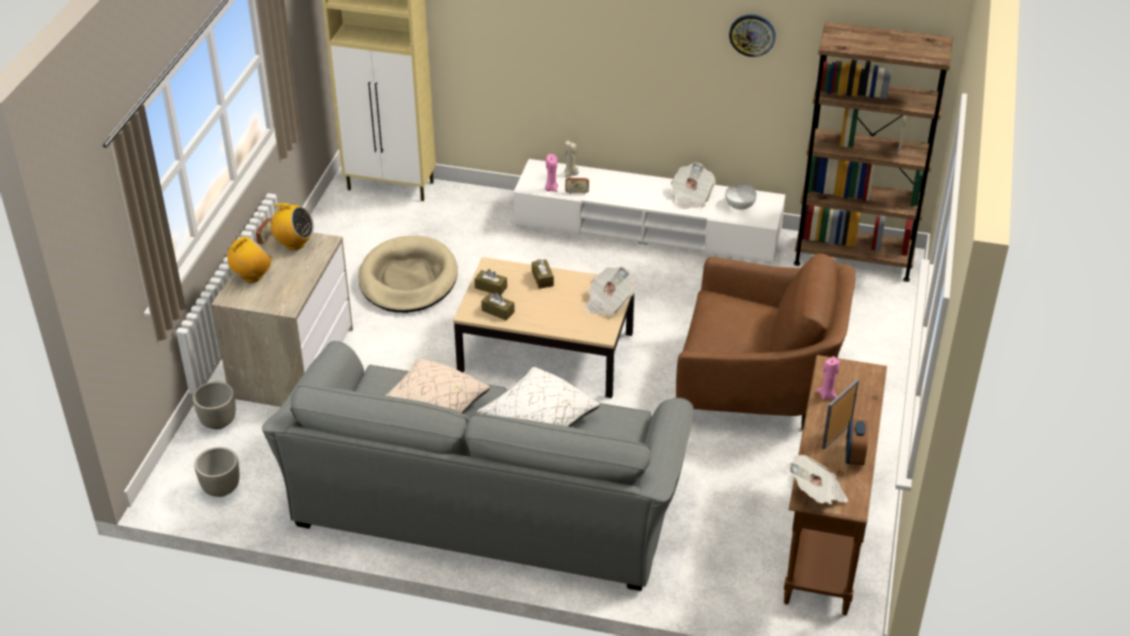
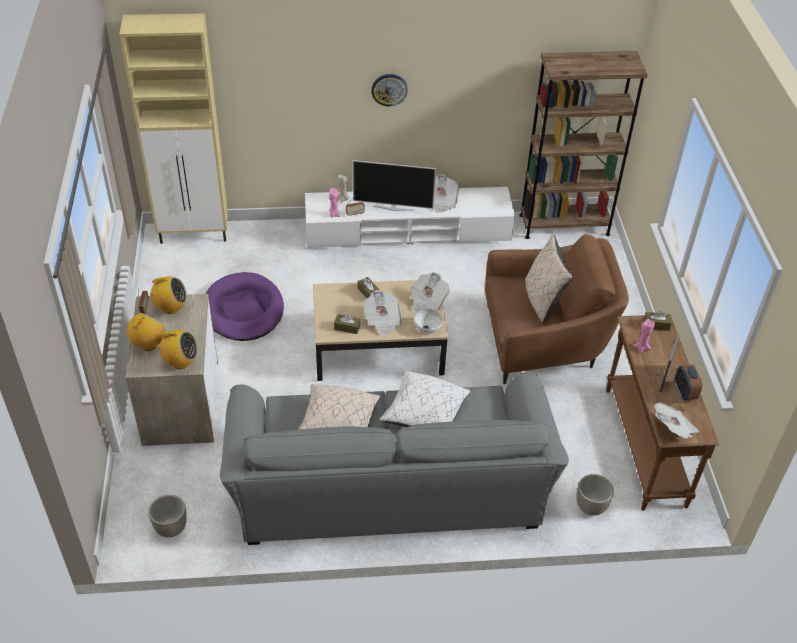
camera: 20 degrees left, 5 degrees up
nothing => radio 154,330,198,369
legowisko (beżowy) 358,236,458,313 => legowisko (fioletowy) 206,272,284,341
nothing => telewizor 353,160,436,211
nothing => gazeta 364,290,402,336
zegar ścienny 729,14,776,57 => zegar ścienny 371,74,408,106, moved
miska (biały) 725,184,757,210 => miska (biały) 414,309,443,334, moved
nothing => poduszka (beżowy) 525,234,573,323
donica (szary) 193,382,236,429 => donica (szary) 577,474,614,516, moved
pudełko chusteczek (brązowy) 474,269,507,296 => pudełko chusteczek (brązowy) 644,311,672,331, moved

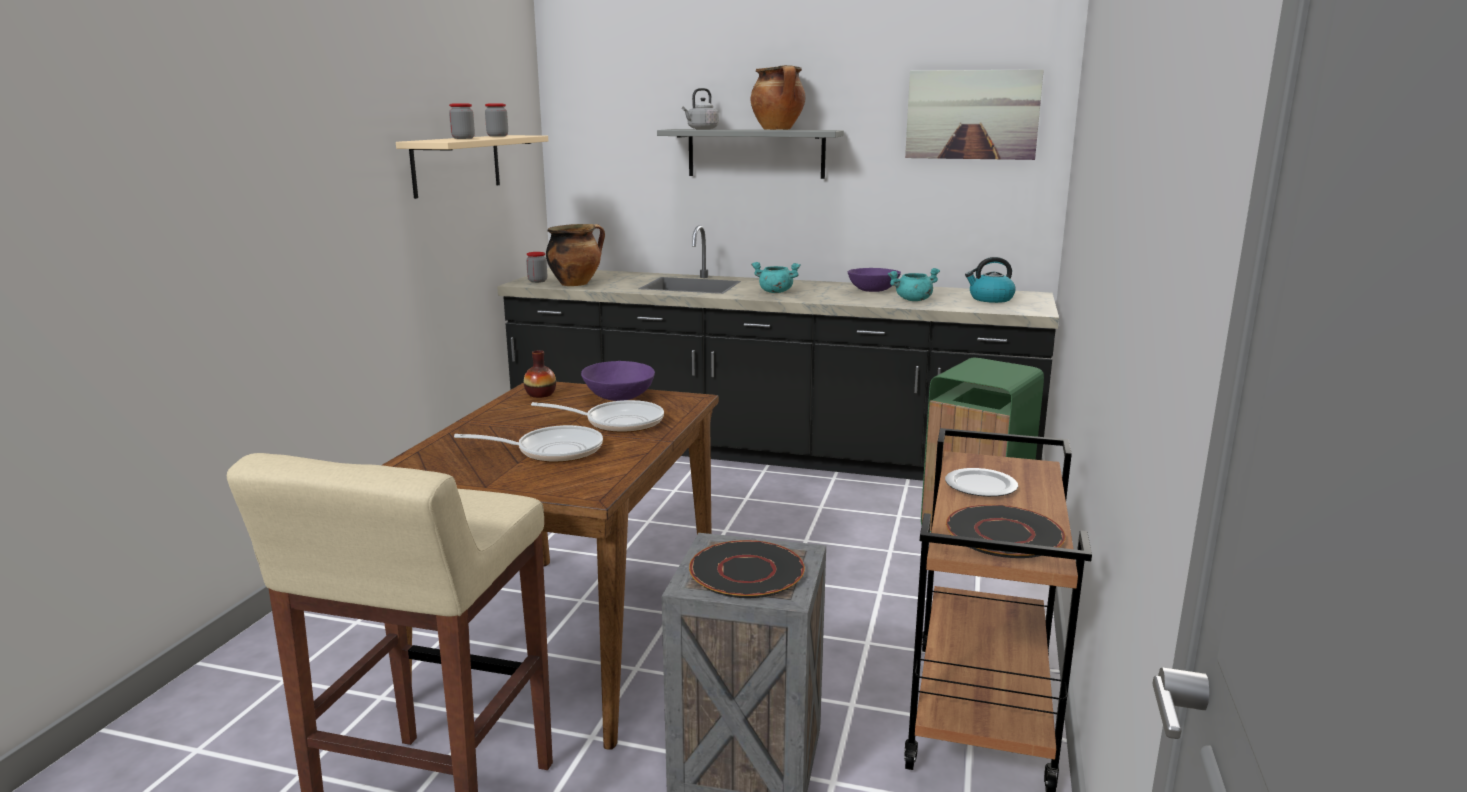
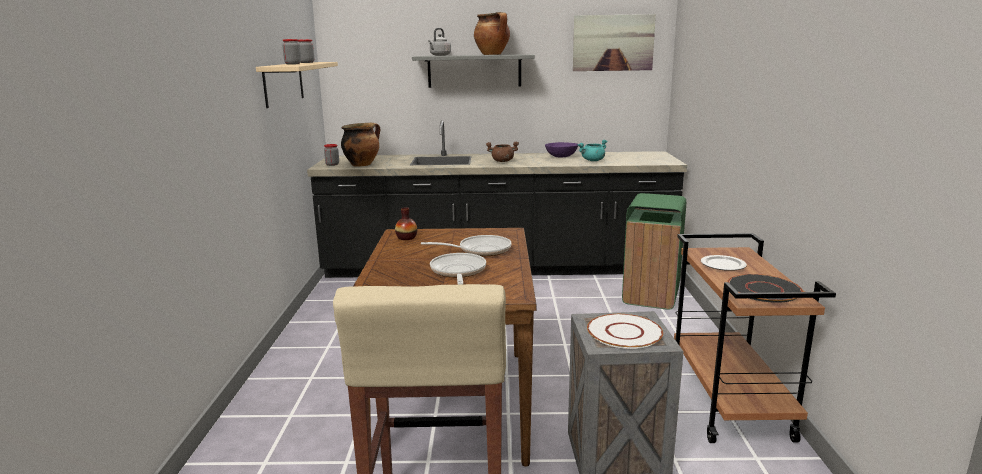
camera: 15 degrees left, 0 degrees up
patelnia 454,425,603,462 => patelnia 430,253,486,285, 75 degrees counterclockwise
garnek (turkusowy) 751,262,800,293 => garnek (brązowy) 486,141,519,162
talerz (czarny) 689,540,805,598 => talerz (biały) 587,314,663,349
miska (fioletowy) 581,361,655,401 => nothing
czajnik 965,257,1016,303 => nothing

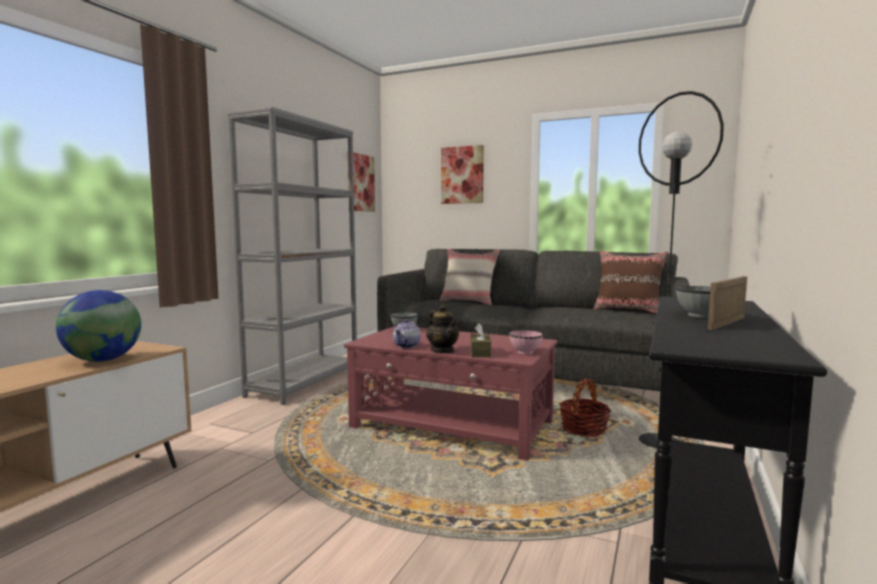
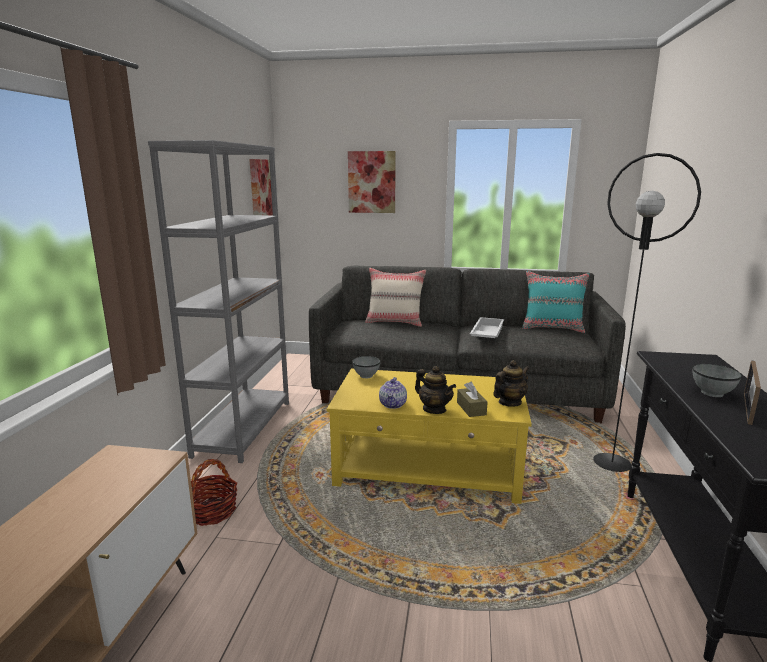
camera: 15 degrees left, 10 degrees up
koszyk 559,378,611,437 => koszyk 191,459,237,526, moved
ława (czerwony) 344,326,558,461 => ława (żółty) 327,368,532,504
nothing => taca (biały) 470,317,504,338
miska (różowy) 509,330,543,354 => imbryk 493,360,529,407
poduszka (brązowy) 594,250,668,314 => poduszka (turkusowy) 522,271,590,333
globus 56,290,141,362 => nothing

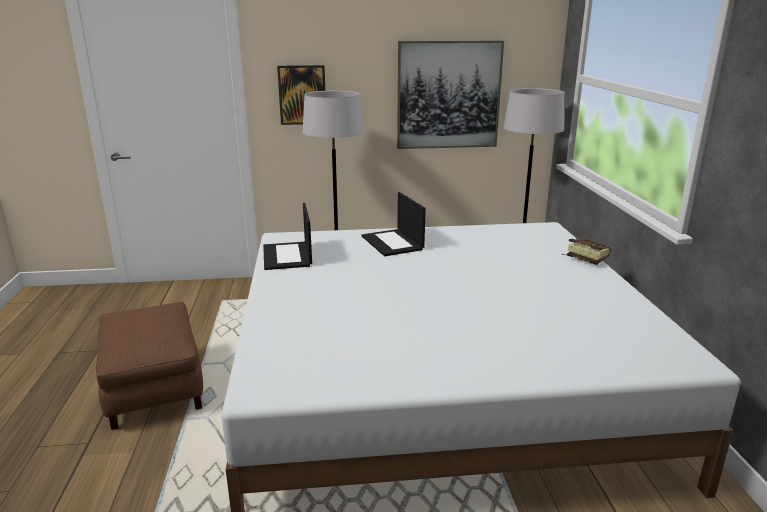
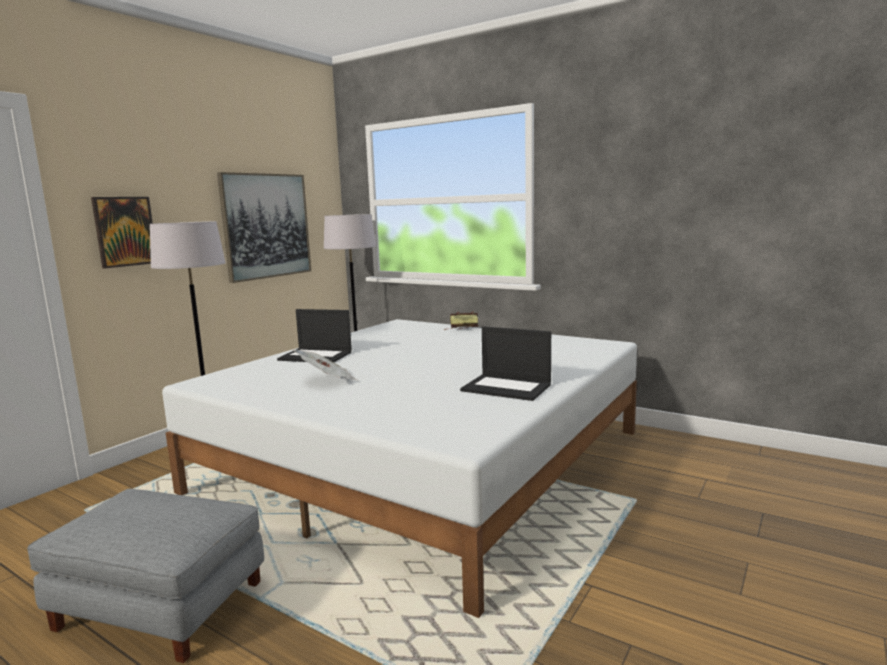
camera: 50 degrees left, 10 degrees down
pufa (brązowy) 96,302,203,430 => pufa (szary) 27,488,264,663
nothing => gazeta 293,350,357,380
laptop 263,203,312,270 => laptop 460,326,551,401, moved

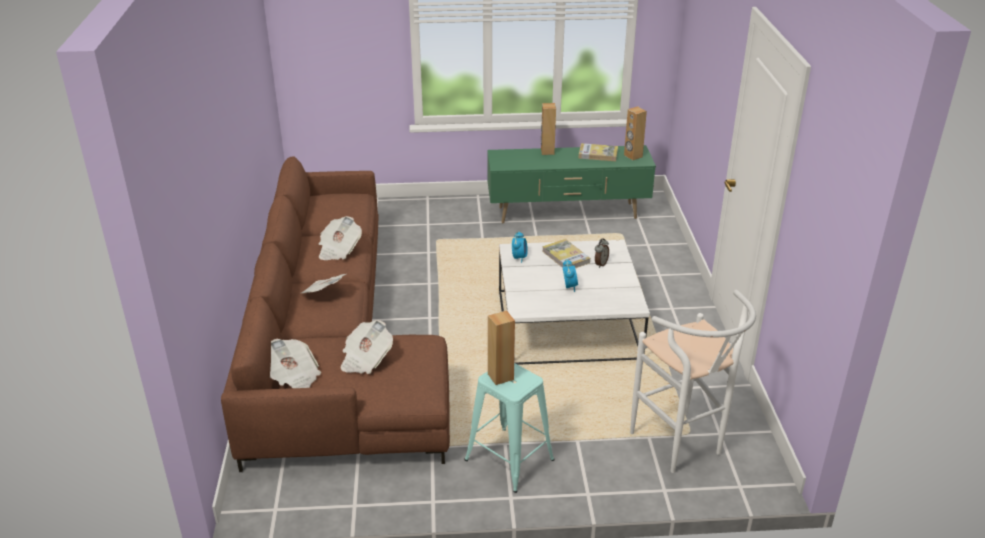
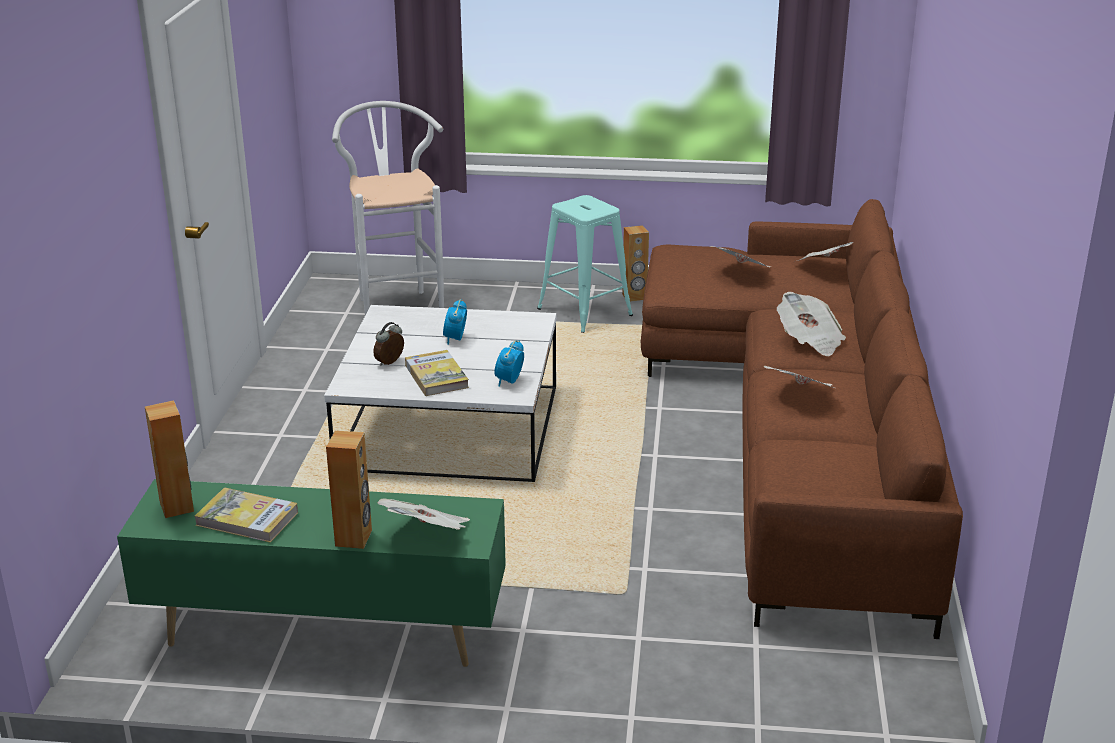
camera: 170 degrees left, 5 degrees down
nothing => gazeta 378,498,470,530
głośnik (brązowy) 488,310,515,385 => głośnik (brązowy) 622,225,649,302, moved

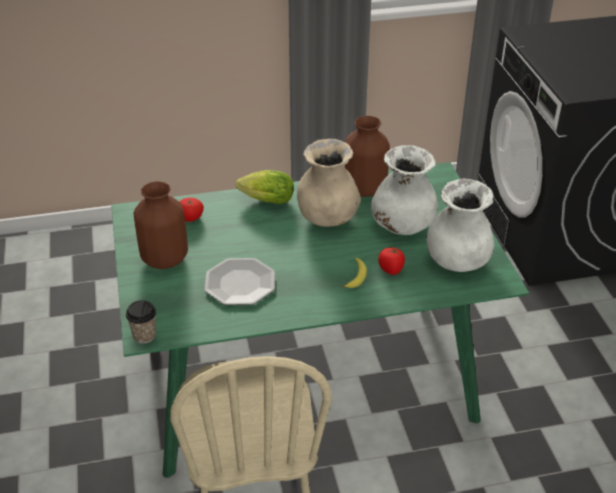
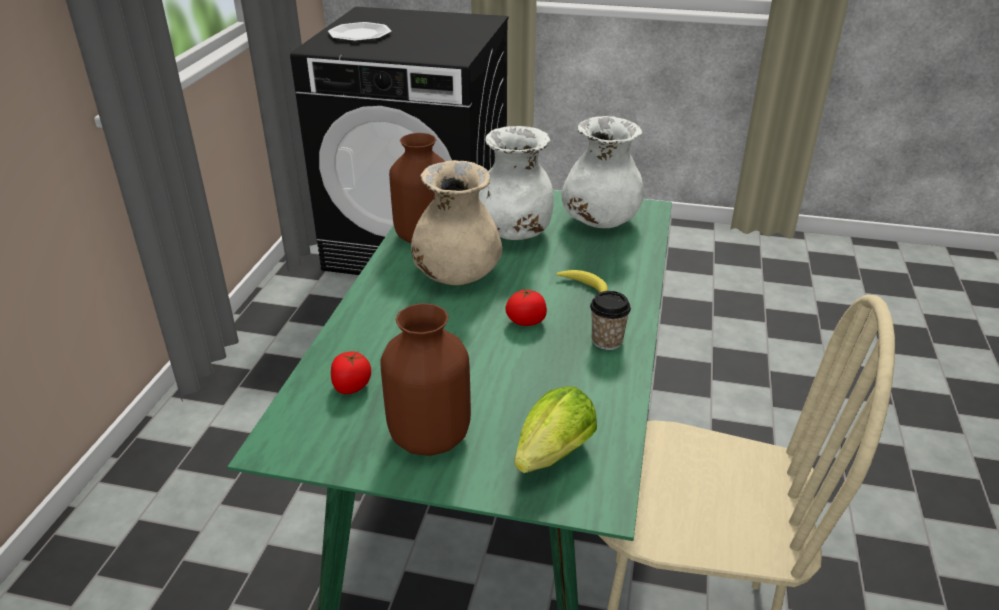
camera: 65 degrees left, 5 degrees down
talerz 204,258,275,305 => talerz 328,22,392,41, moved
pomidor 378,247,405,275 => pomidor 505,287,547,326, moved
sałata 236,170,294,204 => sałata 514,387,597,473, moved
filiżanka 126,300,156,344 => filiżanka 590,291,631,350, moved

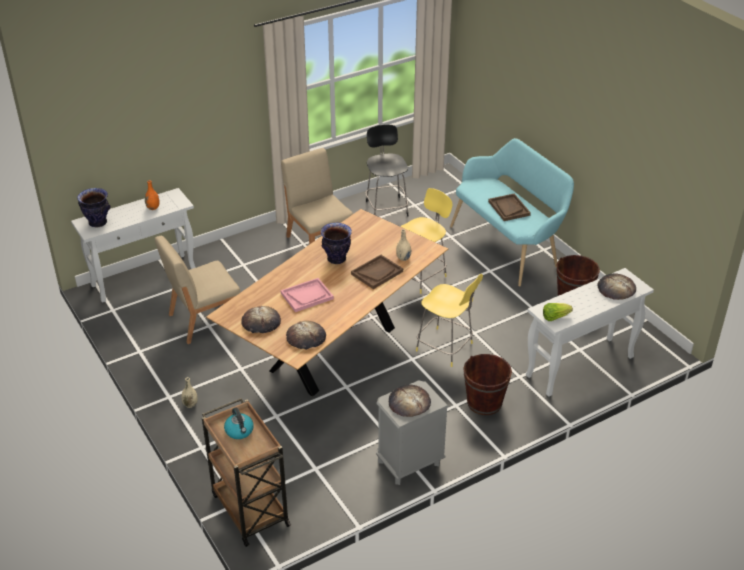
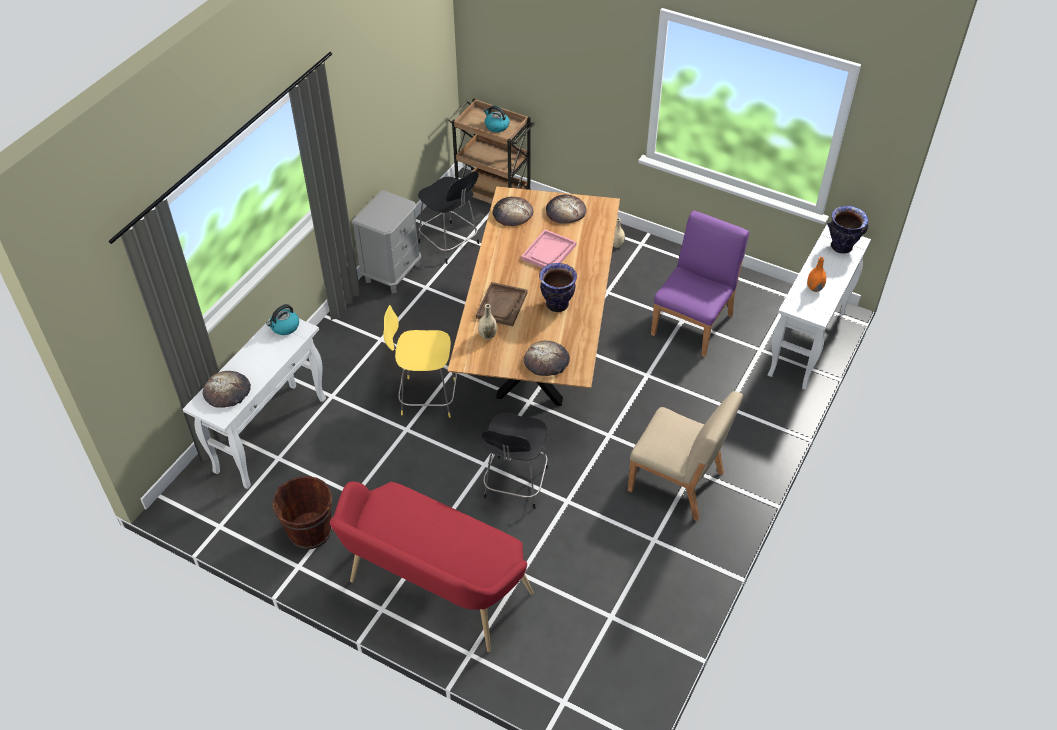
camera: 150 degrees right, 10 degrees up
sałata 543,303,573,321 => czajnik 266,304,299,335
ławka (turkusowy) 450,138,574,287 => ławka (czerwony) 330,481,533,652
krzesło (czarny) 365,124,408,216 => krzesło (czarny) 418,171,479,264, moved
stołek (żółty) 400,188,453,294 => stołek (czarny) 482,413,548,509
chleb 389,385,431,417 => chleb 524,341,570,376, moved
krzesło (beżowy) 155,236,241,344 => krzesło (fioletowy) 651,210,749,357
wiadro (brązowy) 463,354,512,415 => nothing
taca (brązowy) 488,194,531,221 => nothing

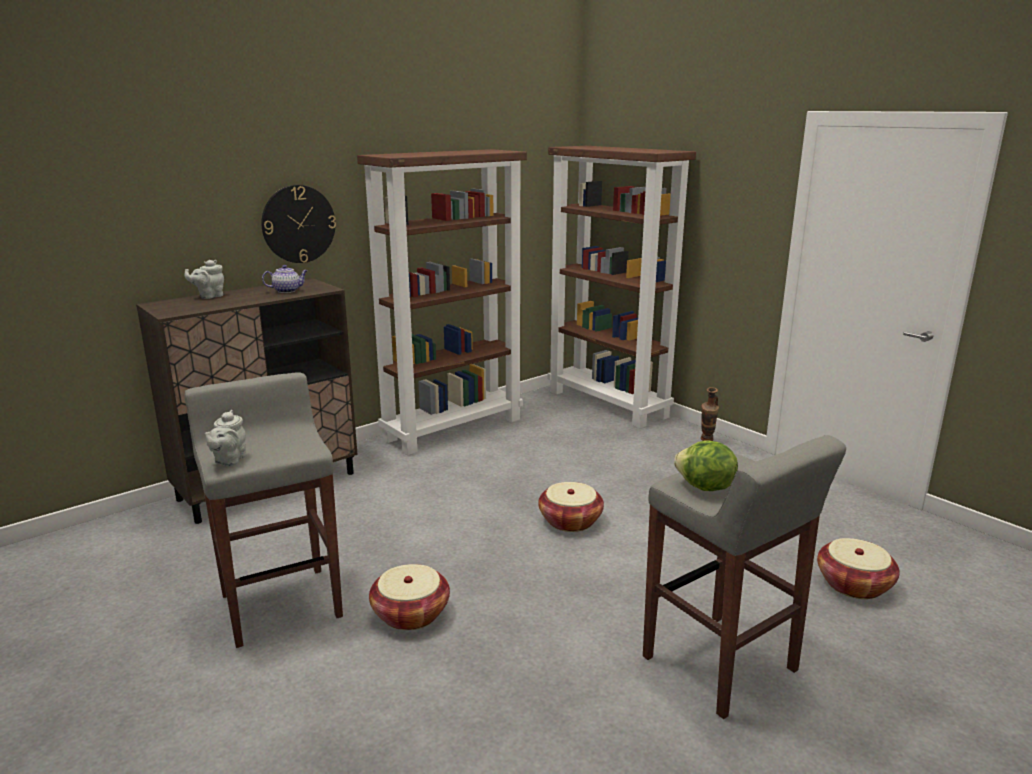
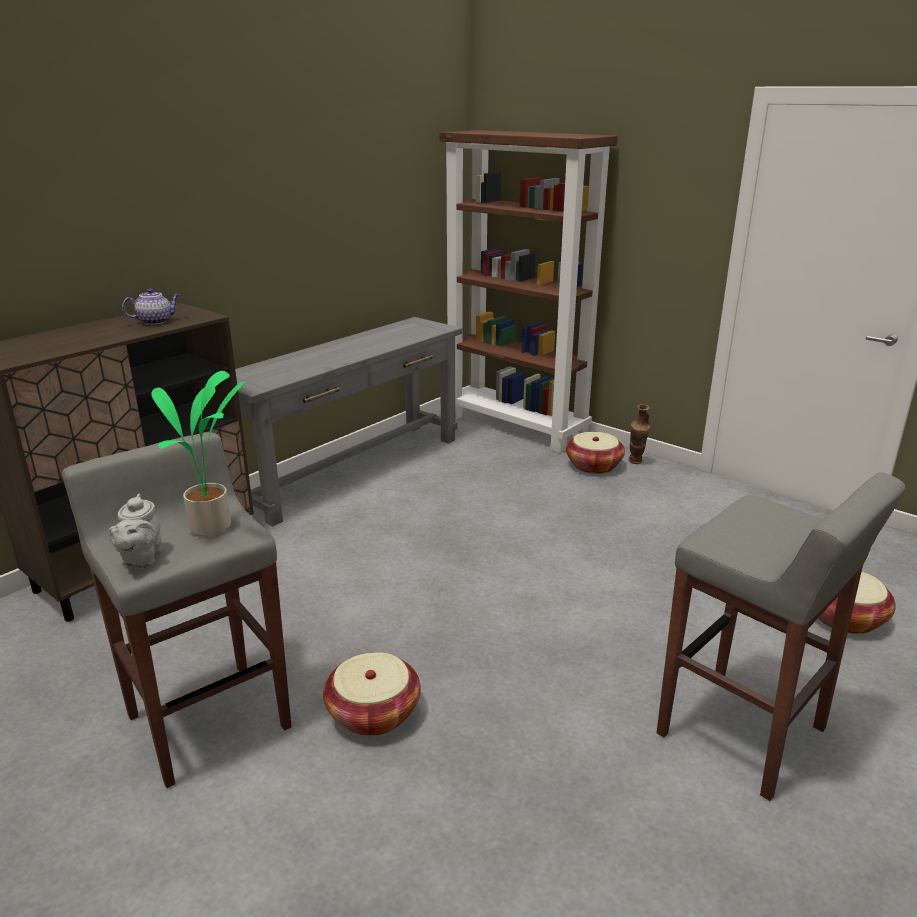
camera: 10 degrees left, 5 degrees up
nothing => roślina doniczkowa 151,371,245,537
regał (brązowy) 357,149,527,455 => stolik konsolowy (szary) 235,317,462,526
koszyk 538,482,604,532 => koszyk 566,432,625,474, moved
imbryk (szary) 184,260,224,299 => nothing
zegar ścienny 261,185,336,263 => nothing
sałata 674,440,738,491 => nothing

